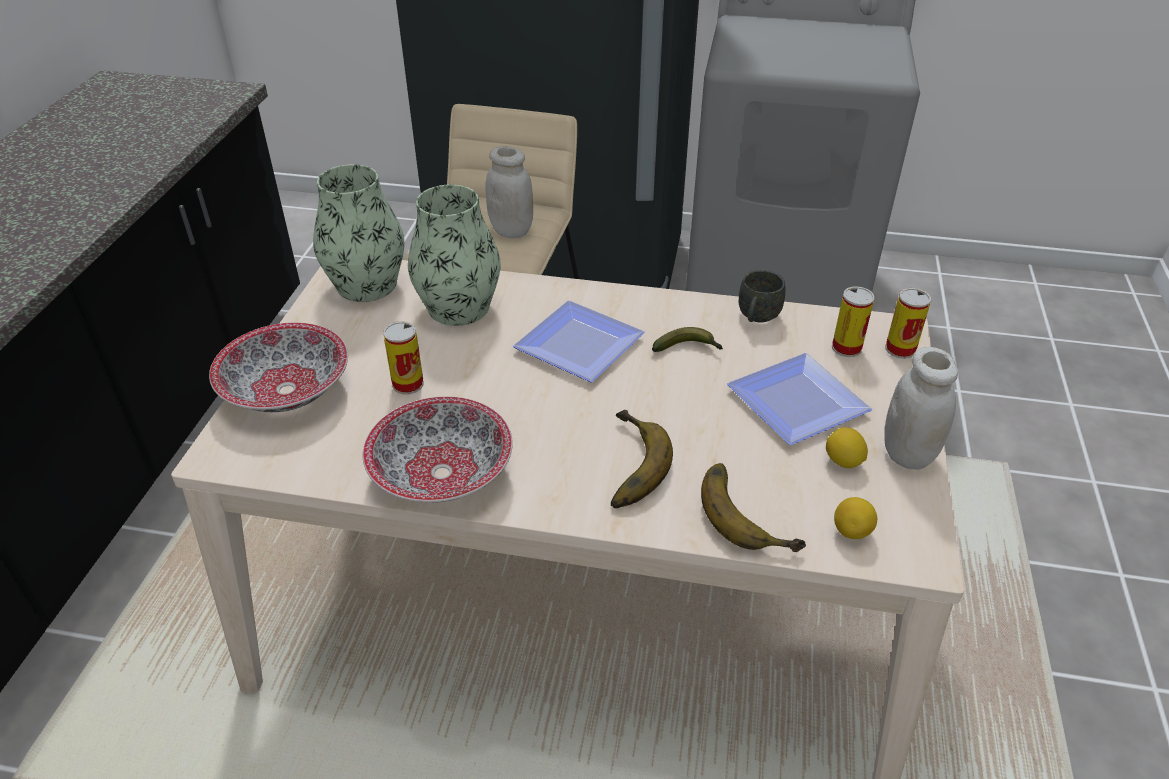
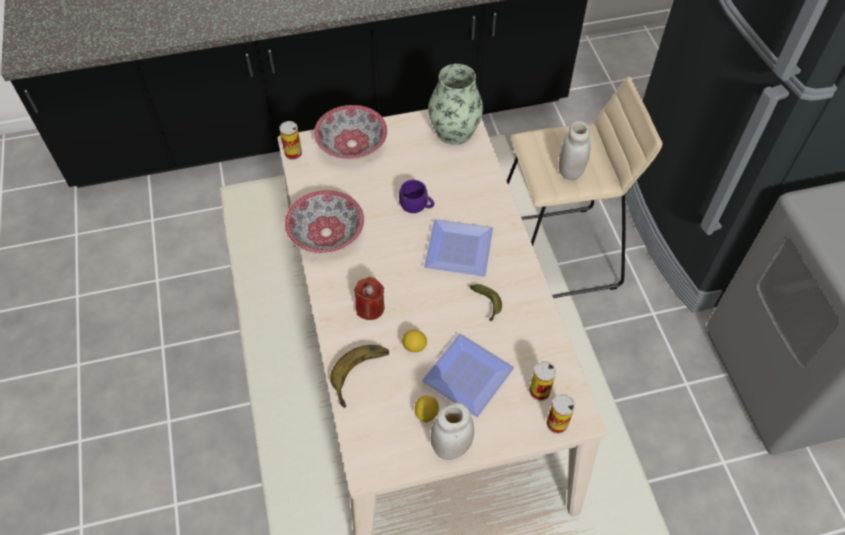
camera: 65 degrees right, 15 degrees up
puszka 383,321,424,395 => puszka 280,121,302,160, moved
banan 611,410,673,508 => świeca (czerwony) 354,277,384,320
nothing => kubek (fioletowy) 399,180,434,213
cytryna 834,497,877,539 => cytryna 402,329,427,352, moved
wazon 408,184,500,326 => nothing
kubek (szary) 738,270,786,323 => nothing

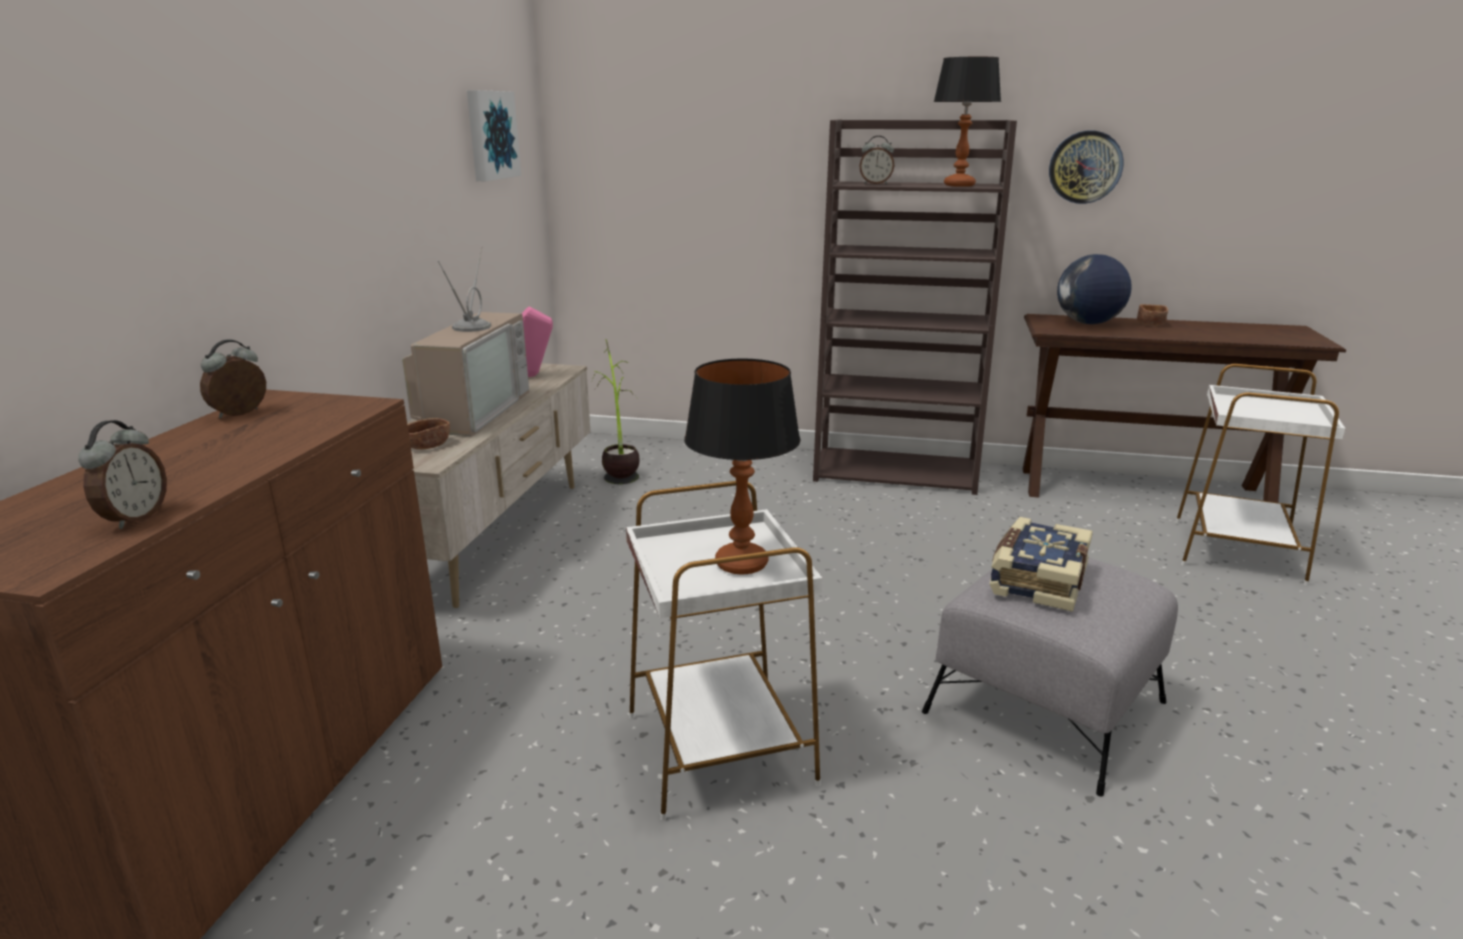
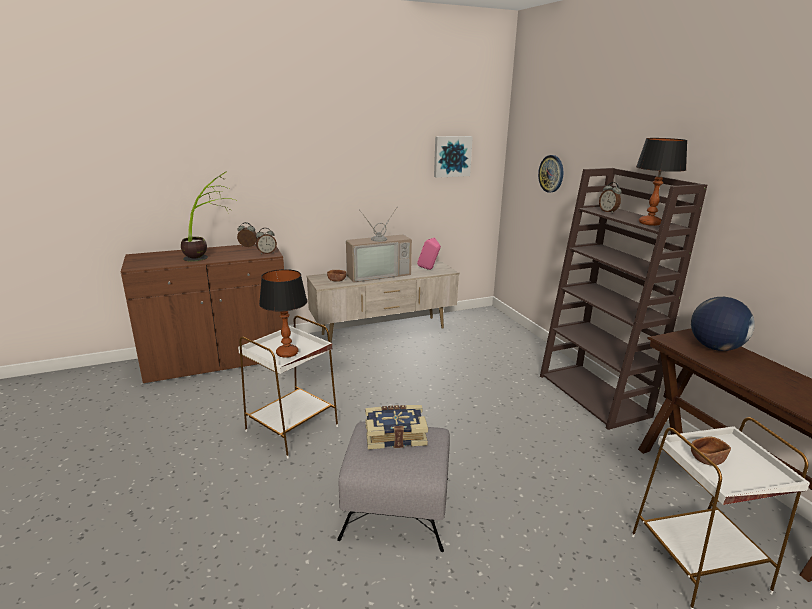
camera: 55 degrees right, 0 degrees up
roślina doniczkowa 592,339,639,484 => roślina doniczkowa 181,171,235,262, moved
budzik 78,420,167,529 => budzik 256,228,277,254, moved
zegar ścienny 1049,131,1124,204 => zegar ścienny 538,155,563,193, moved
miska (brązowy) 1137,304,1168,326 => miska (brązowy) 691,436,731,466, moved

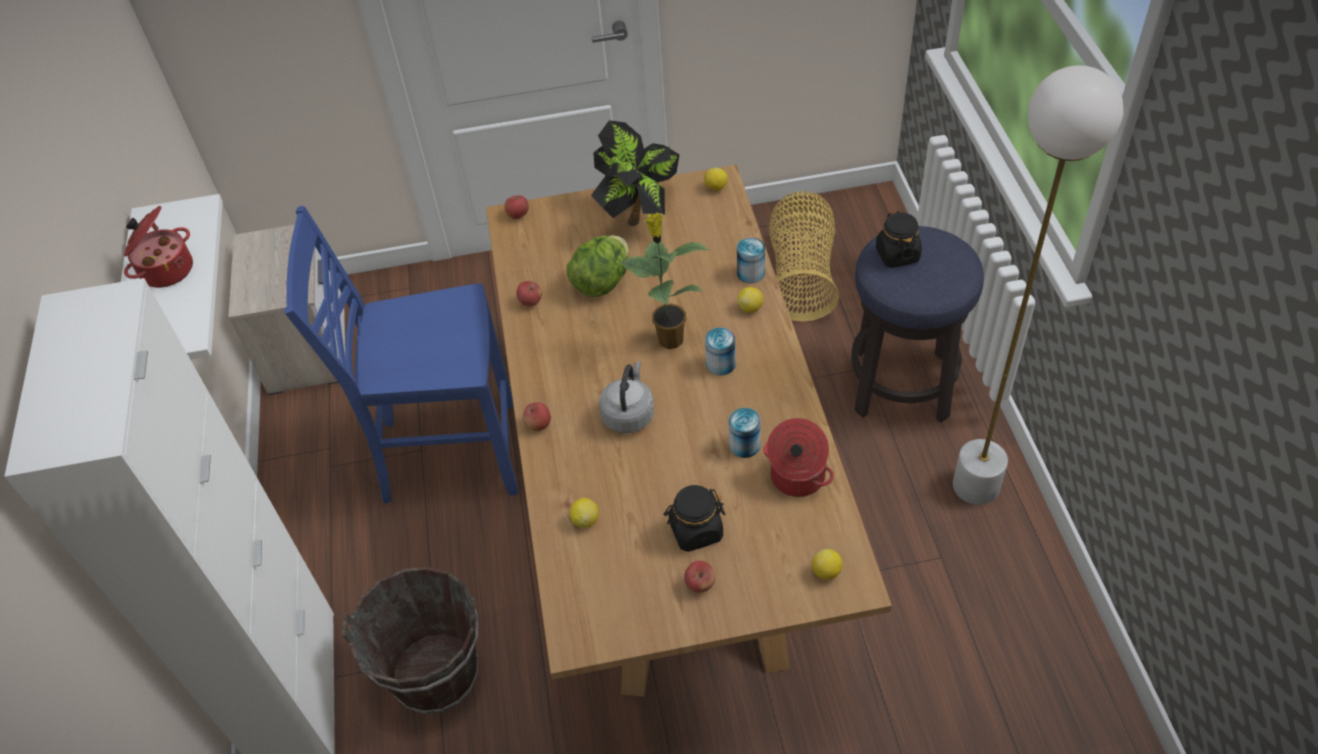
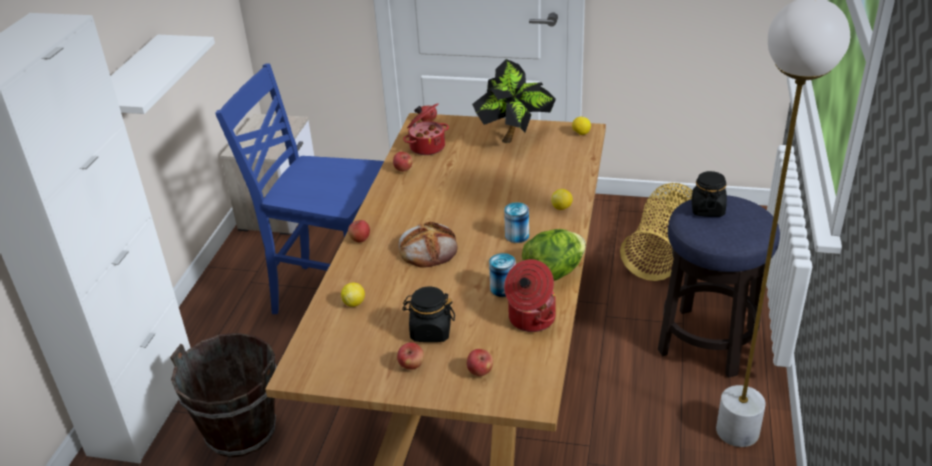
camera: 20 degrees right, 15 degrees down
czajnik (szary) 599,361,654,433 => chleb 398,222,457,268
garnek 124,206,193,288 => garnek 403,103,449,155, moved
nothing => jabłko 467,349,493,376
sałata 566,235,629,297 => sałata 522,229,586,281, moved
roślina doniczkowa 619,213,709,349 => nothing
puszka 737,237,765,284 => nothing
cytryna 811,549,842,580 => nothing

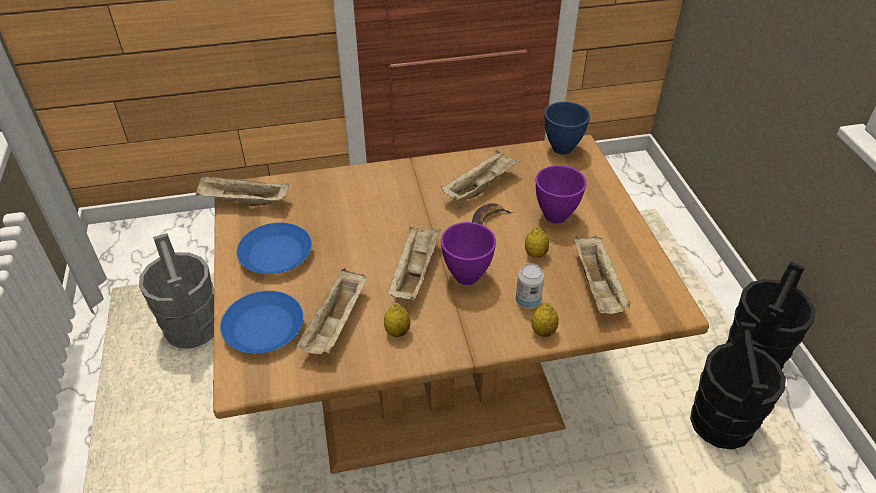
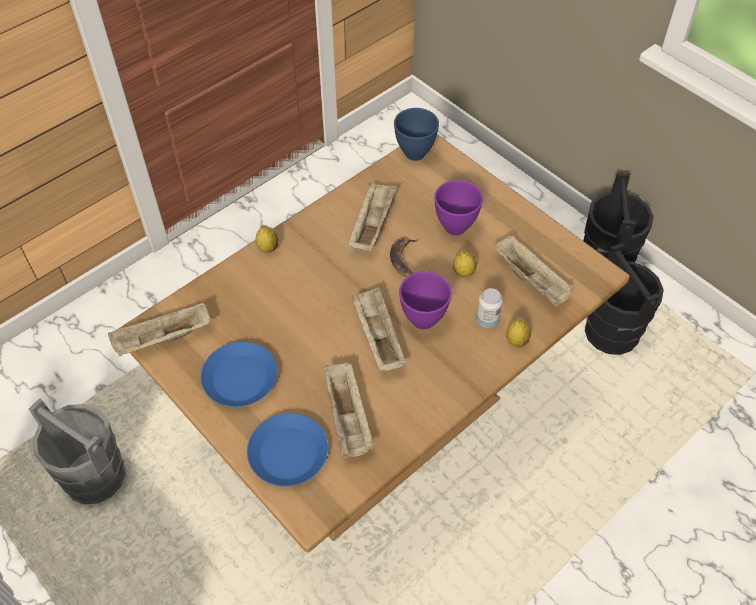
camera: 30 degrees left, 10 degrees up
cytryna 384,303,410,337 => cytryna 256,225,278,253, moved

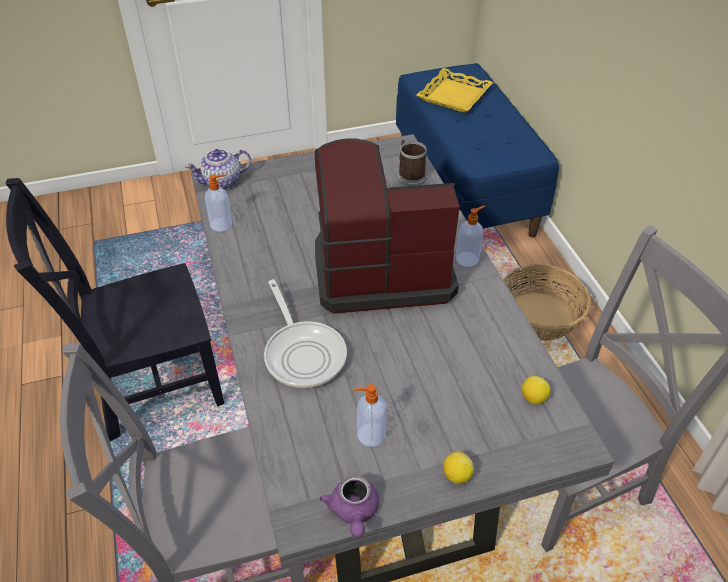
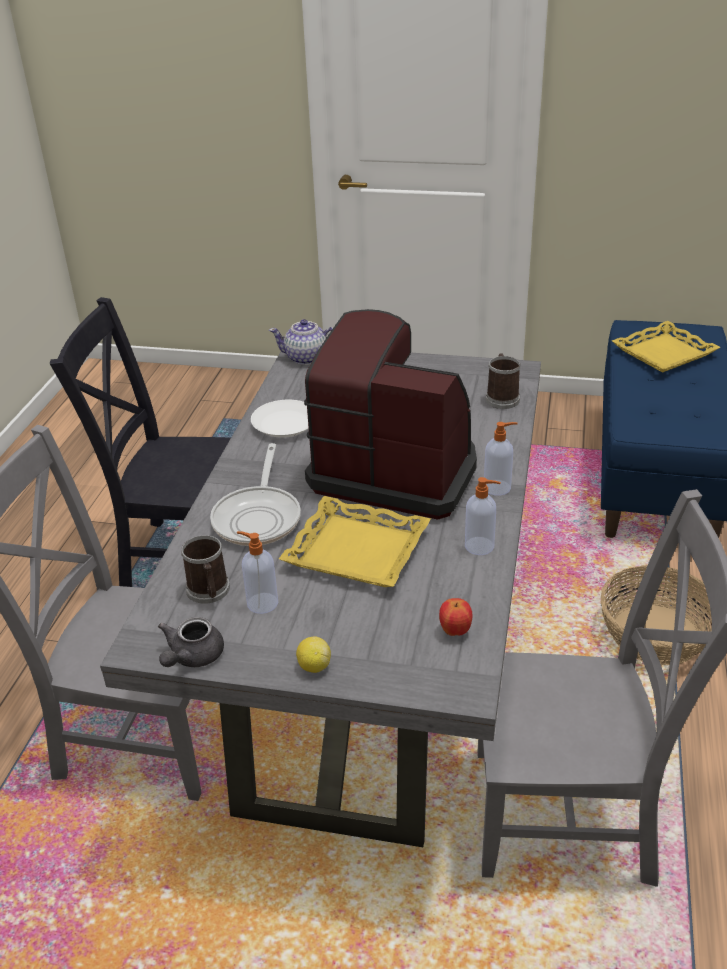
camera: 30 degrees right, 10 degrees down
imbryk (fioletowy) 319,475,379,538 => imbryk (szary) 158,617,224,667
nothing => kubek 181,535,230,604
nothing => talerz (biały) 251,400,309,438
nothing => taca (żółty) 279,496,431,587
cytryna 521,376,551,404 => jabłko 439,598,473,636
dozownik mydła 205,174,232,232 => dozownik mydła 465,477,501,555, moved

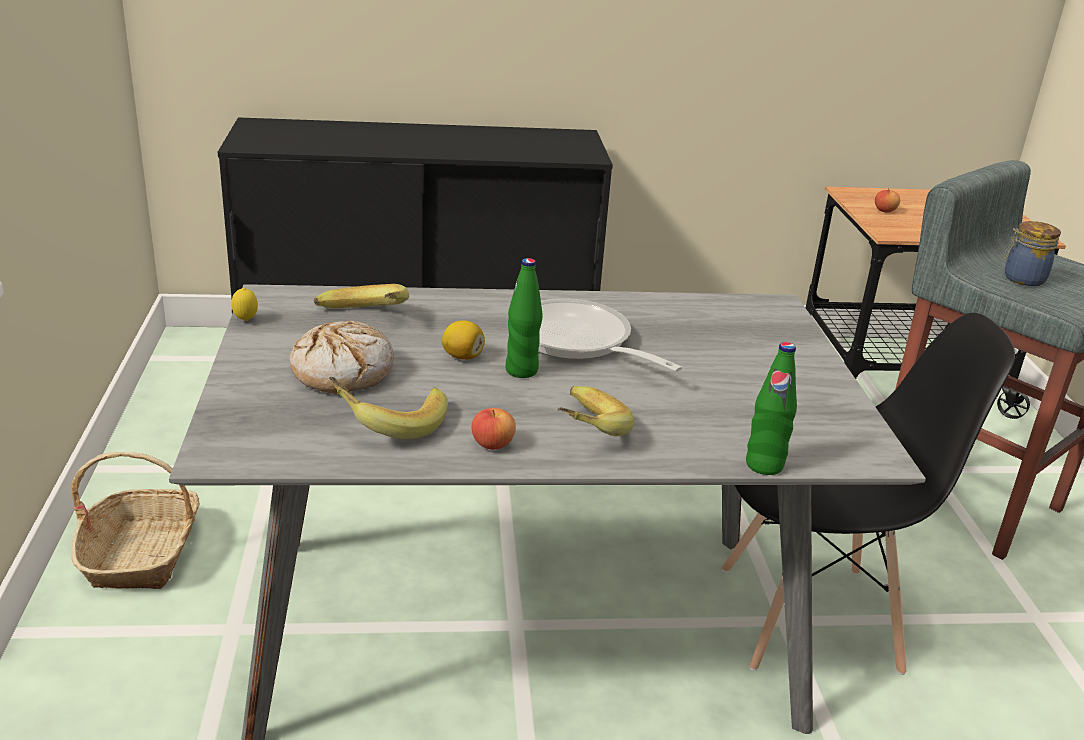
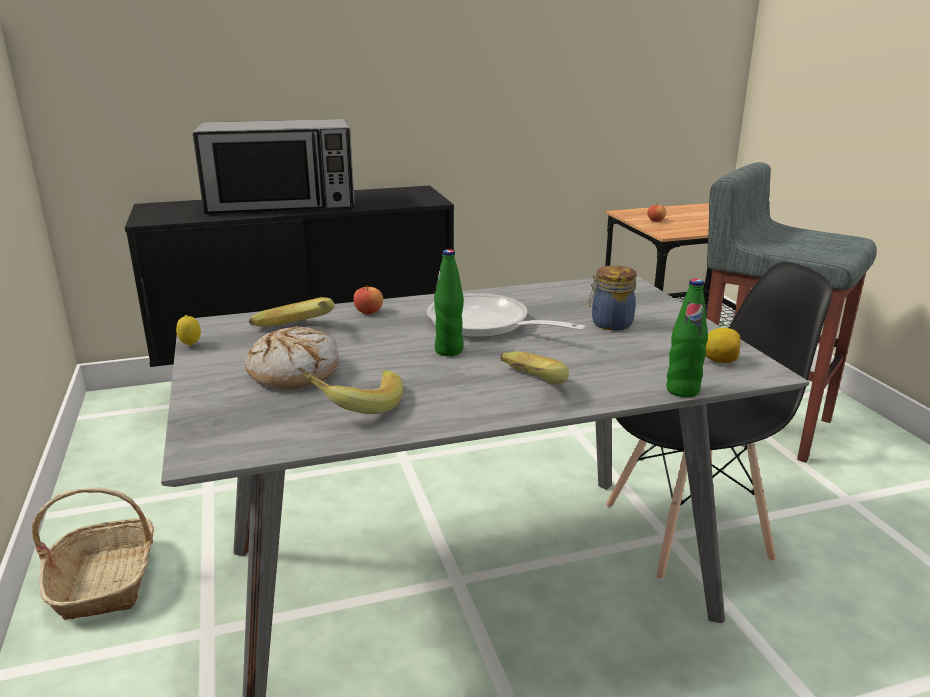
camera: 10 degrees left, 5 degrees down
nothing => mikrofalówka 193,119,355,214
jabłko 472,408,516,450 => jabłko 353,285,383,314, moved
słoik 1004,221,1061,286 => słoik 588,265,637,330, moved
cytryna 442,320,485,360 => cytryna 706,328,740,363, moved

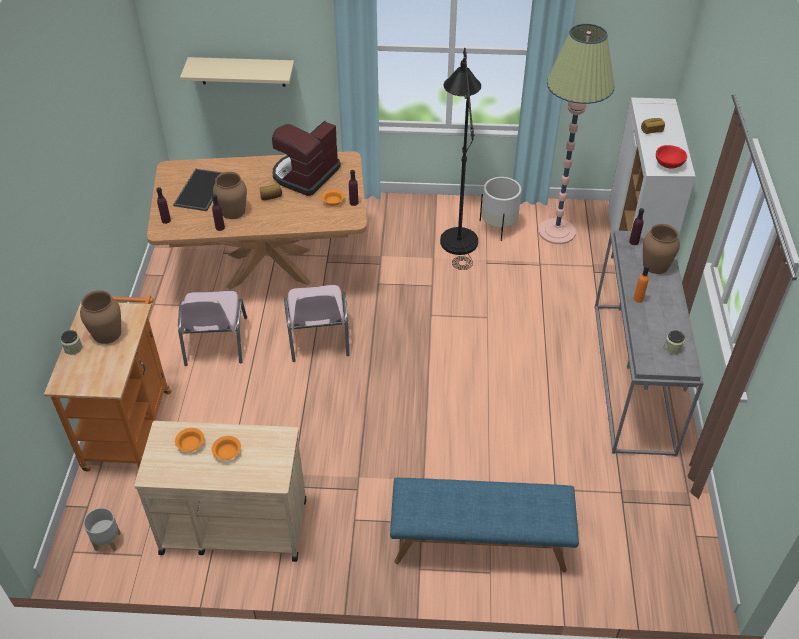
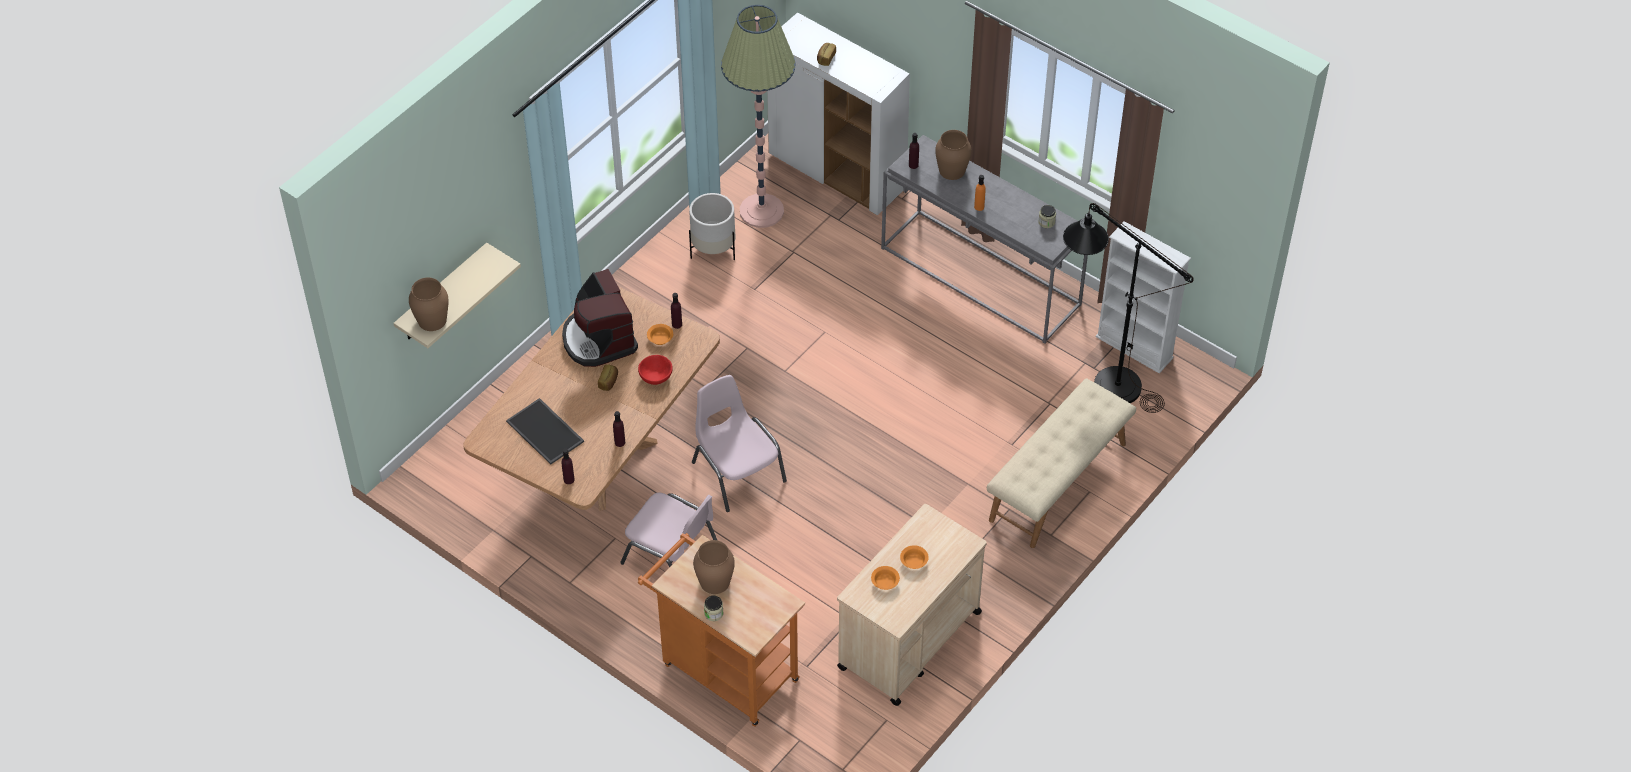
camera: 55 degrees left, 5 degrees up
wazon (brązowy) 213,172,247,219 => wazon (brązowy) 409,277,449,331, moved
miska (czerwony) 656,145,687,168 => miska (czerwony) 638,355,673,385, moved
krzesło (różowy) 284,285,350,362 => krzesło (różowy) 692,375,787,512, 150 degrees counterclockwise
ławka (niebieski) 390,478,579,572 => ławka (beżowy) 987,379,1136,548
lampa stojąca (czarny) 440,48,481,270 => lampa stojąca (czarny) 1063,203,1194,413, moved
nothing => regał (biały) 1096,221,1191,374
donica (szary) 84,508,121,551 => nothing

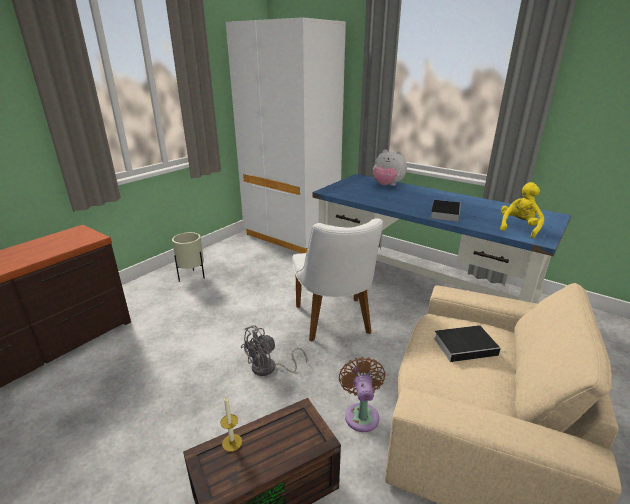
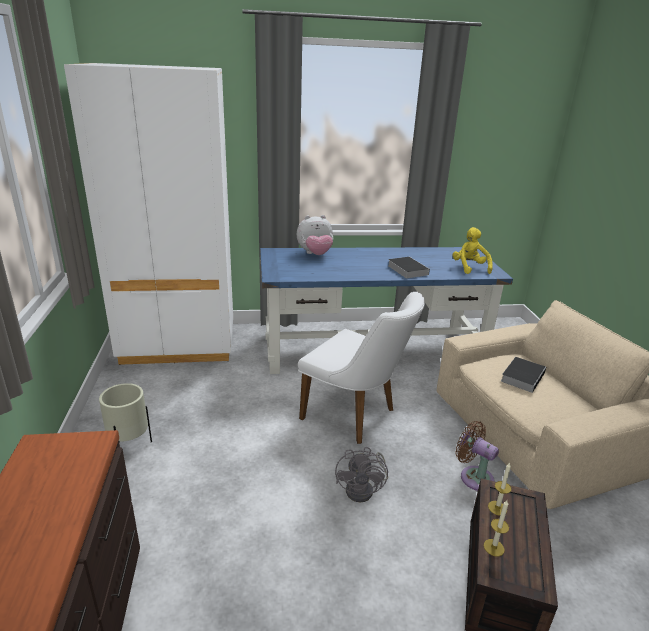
camera: 45 degrees left, 0 degrees up
nothing => świeca 488,463,512,516

